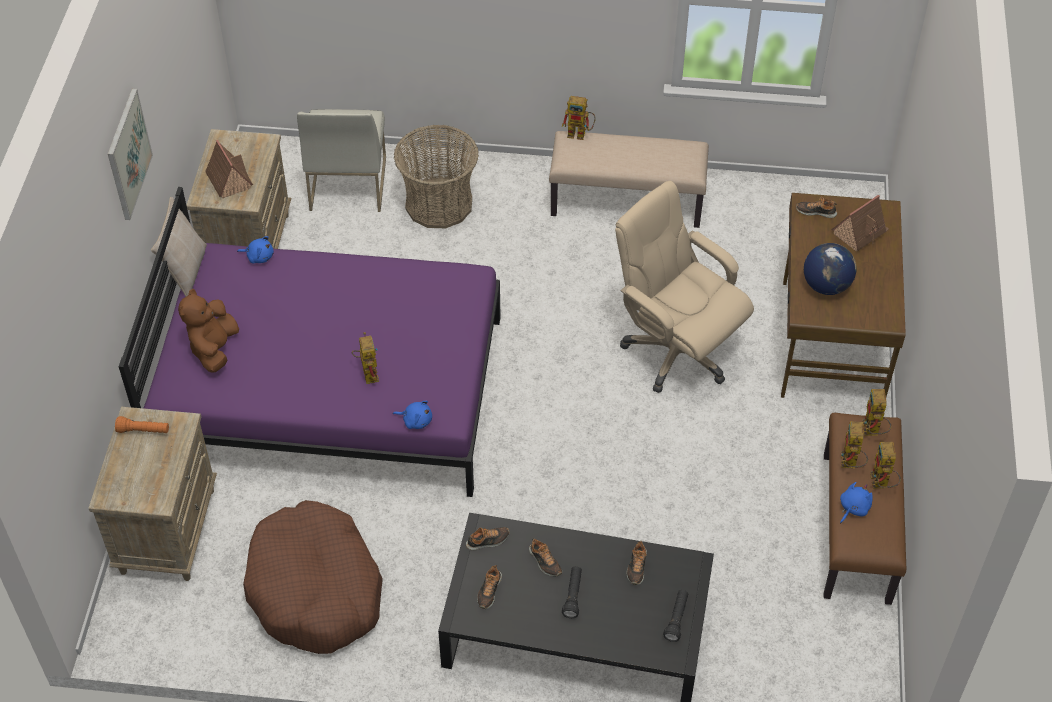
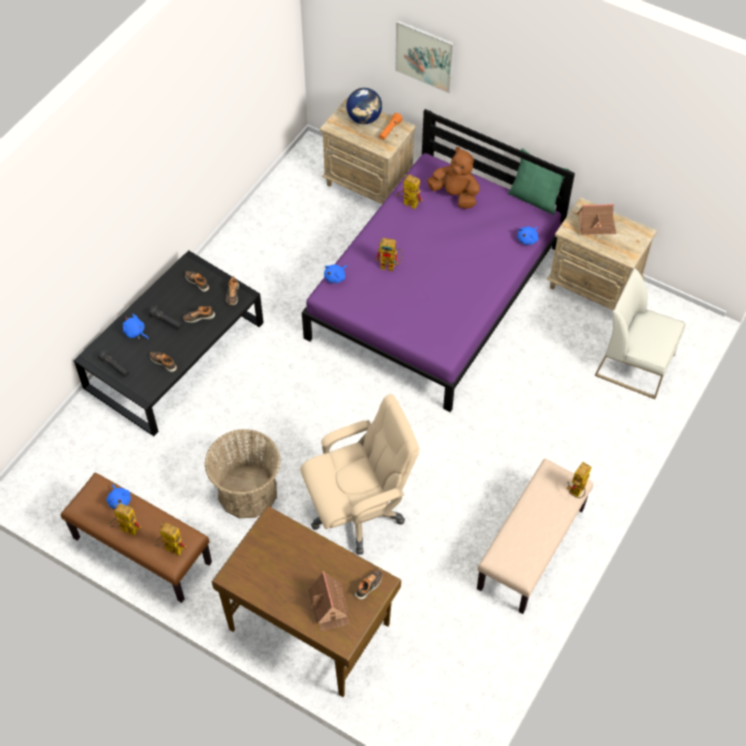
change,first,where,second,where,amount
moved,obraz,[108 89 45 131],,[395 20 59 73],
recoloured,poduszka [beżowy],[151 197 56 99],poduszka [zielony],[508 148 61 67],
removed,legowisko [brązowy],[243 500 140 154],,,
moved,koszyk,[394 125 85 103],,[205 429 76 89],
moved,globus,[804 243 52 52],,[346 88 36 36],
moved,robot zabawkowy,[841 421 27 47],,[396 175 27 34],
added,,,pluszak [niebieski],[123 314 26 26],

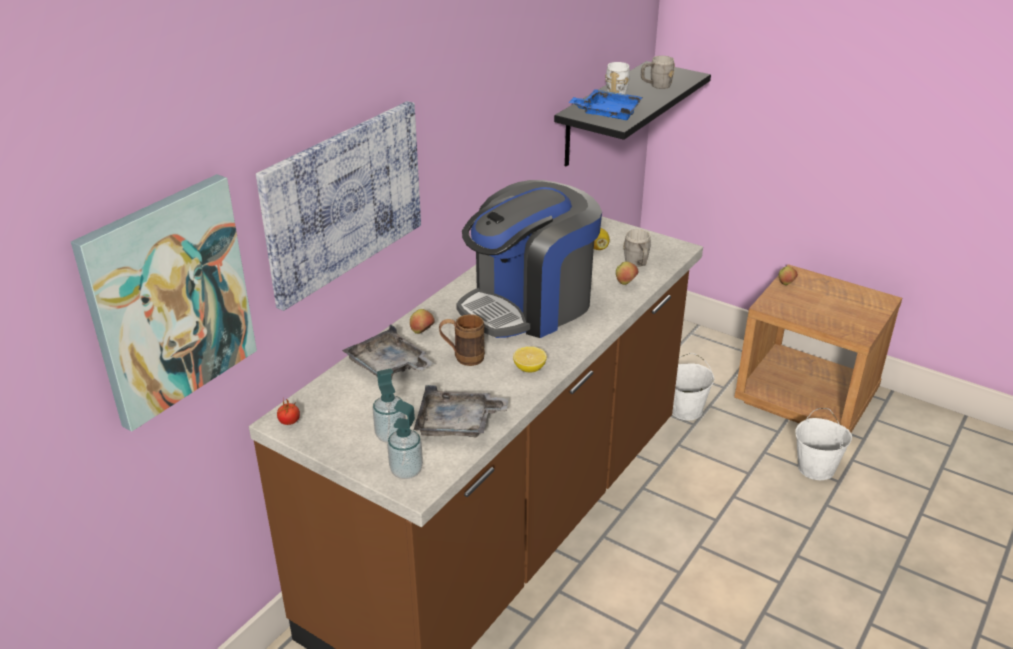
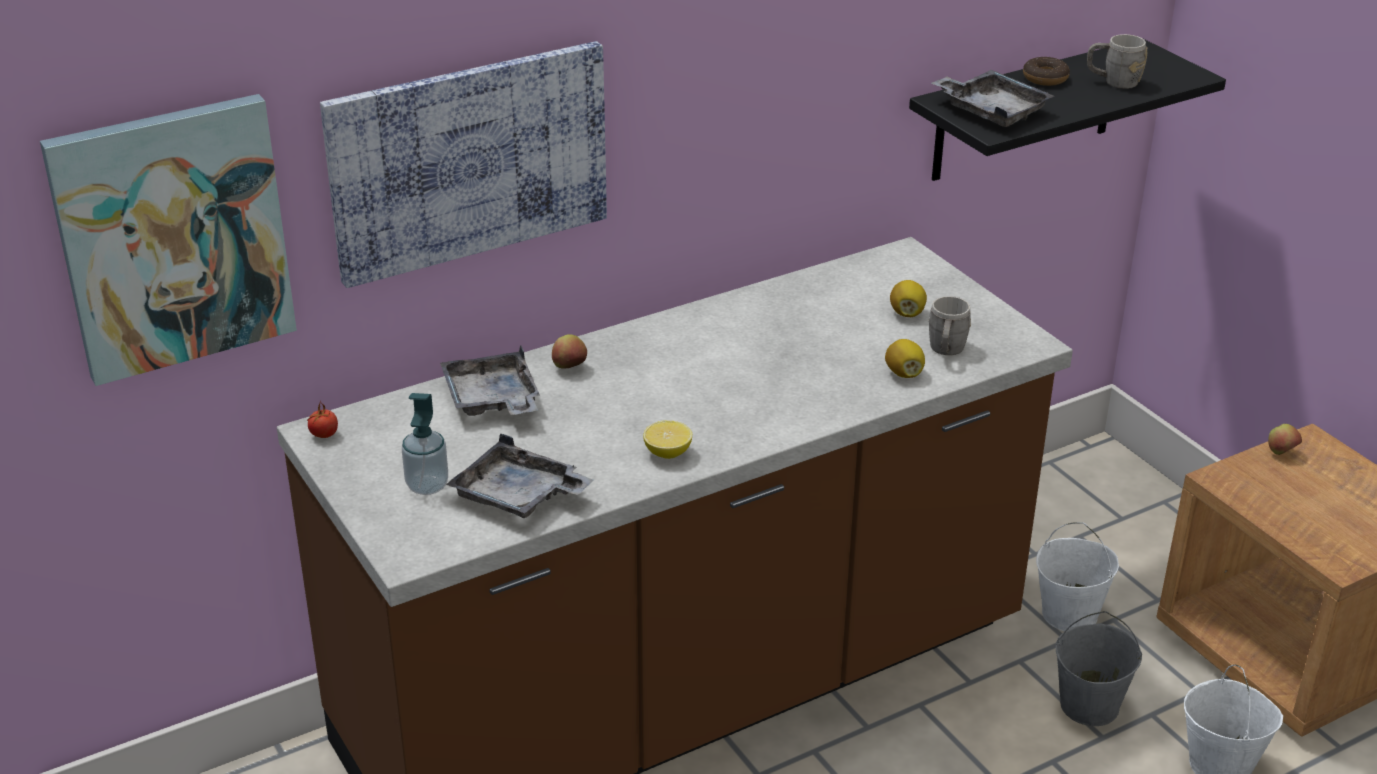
change,first,where,second,where,amount
removed,dozownik mydła,[387 400 36 79],,,
removed,kubek [brązowy],[439 314 46 52],,,
removed,ekspres do kawy,[456 180 146 158],,,
recoloured,taca [niebieski],[568 89 75 31],taca [szary],[932 70 122 57],
replaced,kubek [biały],[605 62 25 32],donut,[1023 57 47 29],
replaced,jabłko,[616 261 22 24],cytryna,[885 339 40 39],
added,,,wiadro [szary],[1056 611 86 115],

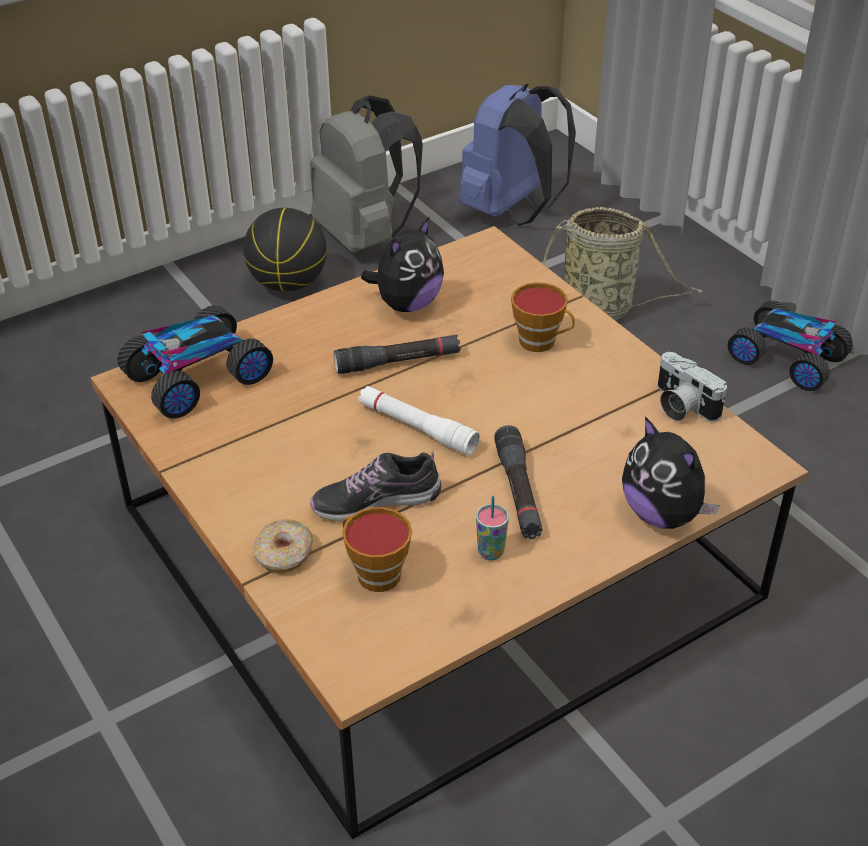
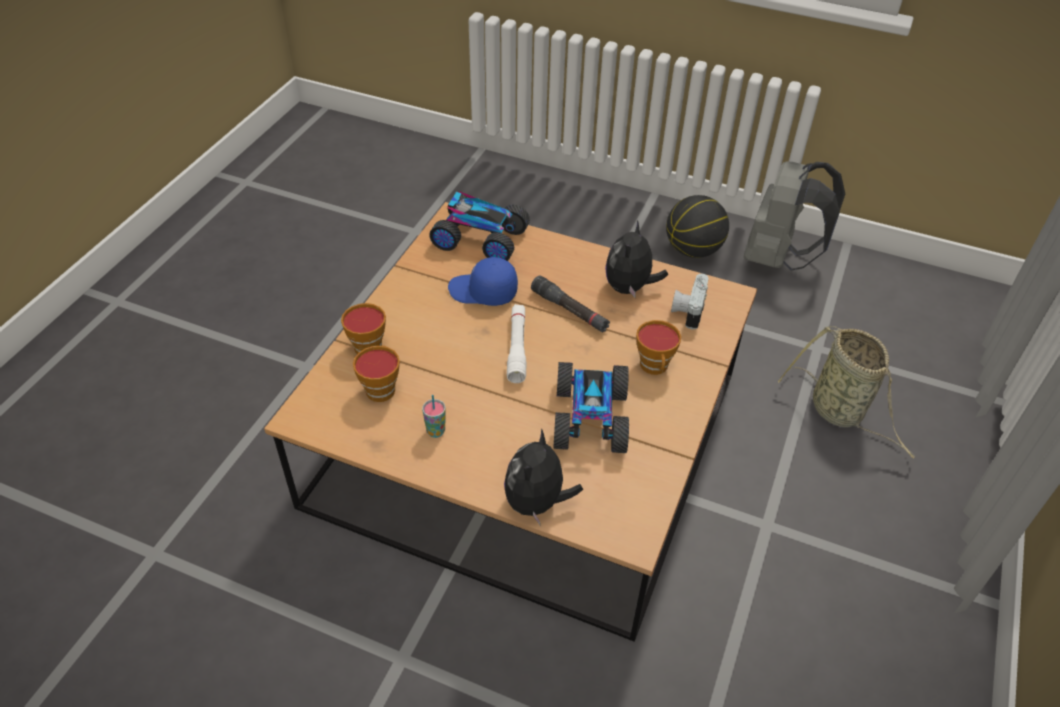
change,first,where,second,where,amount
replaced,donut,[252 519 61 54],filiżanka,[341 303 45 51],
removed,but,[310 451 131 71],,,
turned,pluszak,[361 217 83 95],,[605 220 63 77],105 degrees clockwise
removed,plecak [niebieski],[460 83 116 142],,,
removed,latarka [czarny],[494 425 49 114],,,
moved,aparat fotograficzny,[658 352 69 70],,[671 274 38 55],
moved,samochodzik,[728 301 125 90],,[553 362 76 91],
added,,,czapka z daszkiem [niebieski],[448 257 70 49],

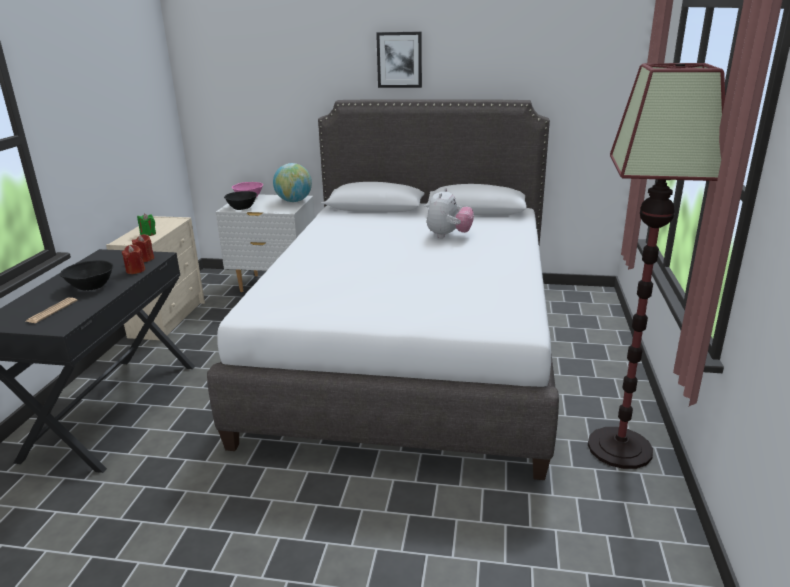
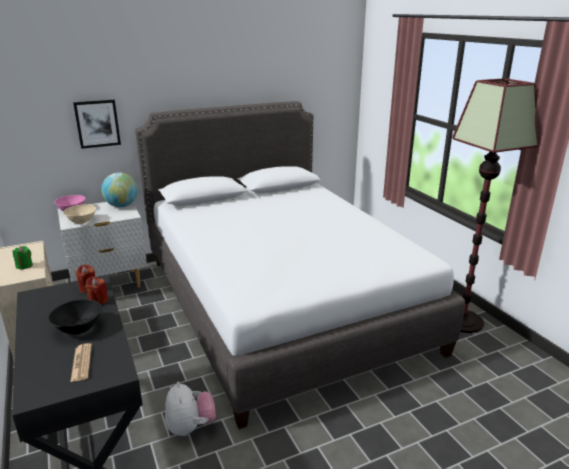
change,first,where,second,where,amount
recoloured,miska [czarny],[224 191 33 19],miska [beżowy],[63 204 33 20],
moved,obraz,[376 32 46 56],,[73 100 48 49],
moved,pluszak,[427 188 47 50],,[165 382 51 54],

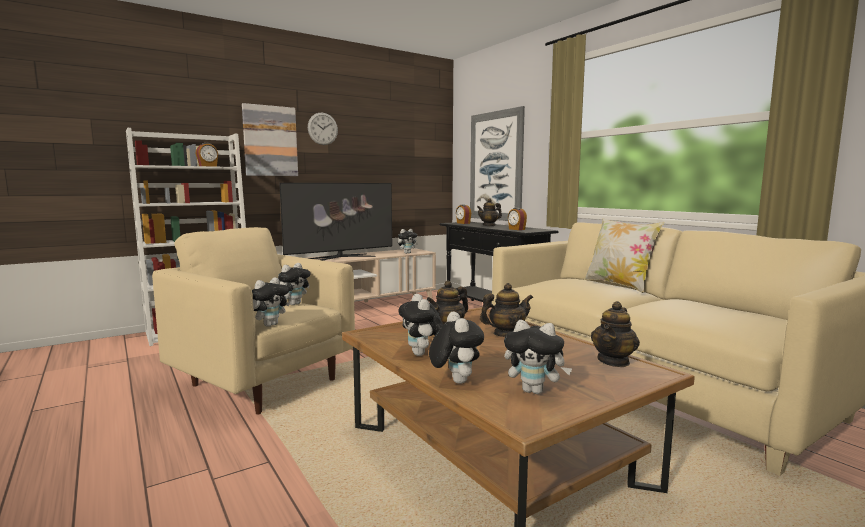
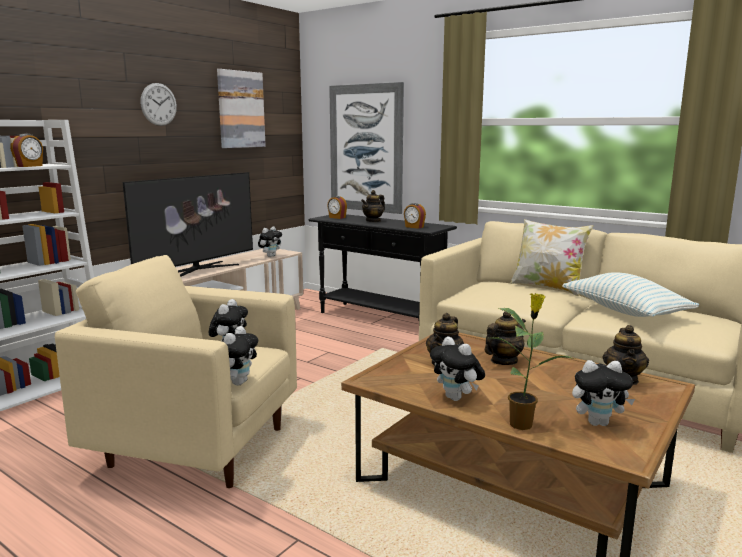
change,first,where,second,where,amount
moved,obraz,[242 103 56 73],,[217 69 49 79],
replaced,pluszak,[429 312 55 72],roślina doniczkowa,[490 293 85 137],
added,,,poduszka,[562 272 137 45],

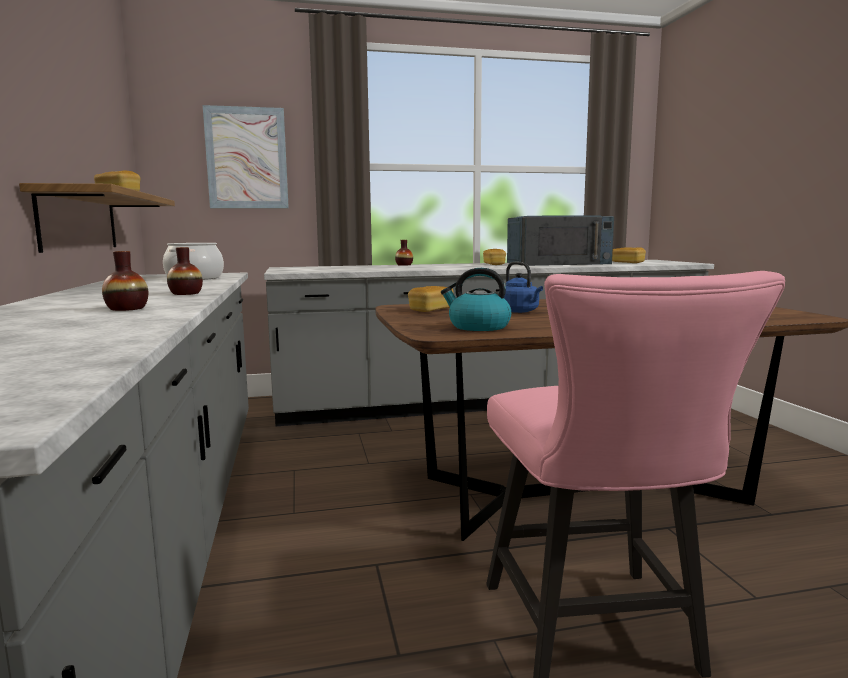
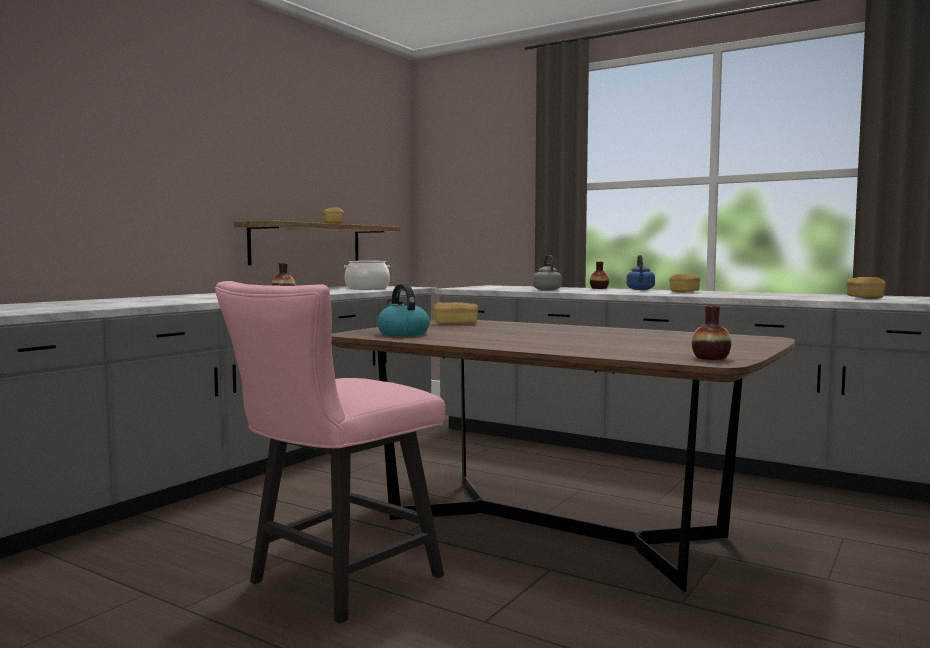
change,first,where,second,where,amount
moved,wazon,[102 251 46 60],,[692 305 39 55],
removed,obraz,[203 105 86 103],,,
moved,czajnik [niebieski],[504 262 39 51],,[627 255 28 35],
removed,mikrofalówka [niebieski],[507 215 107 51],,,
added,,,czajnik [szary],[533 255 29 36],

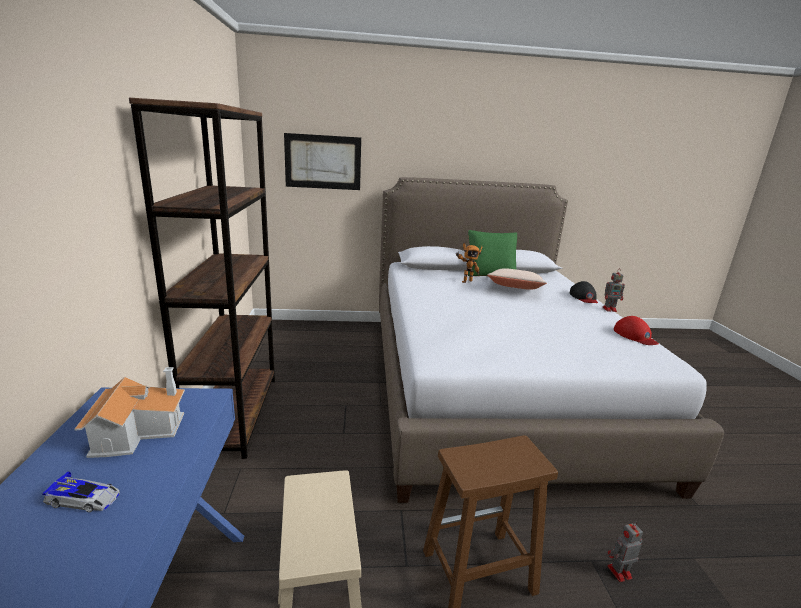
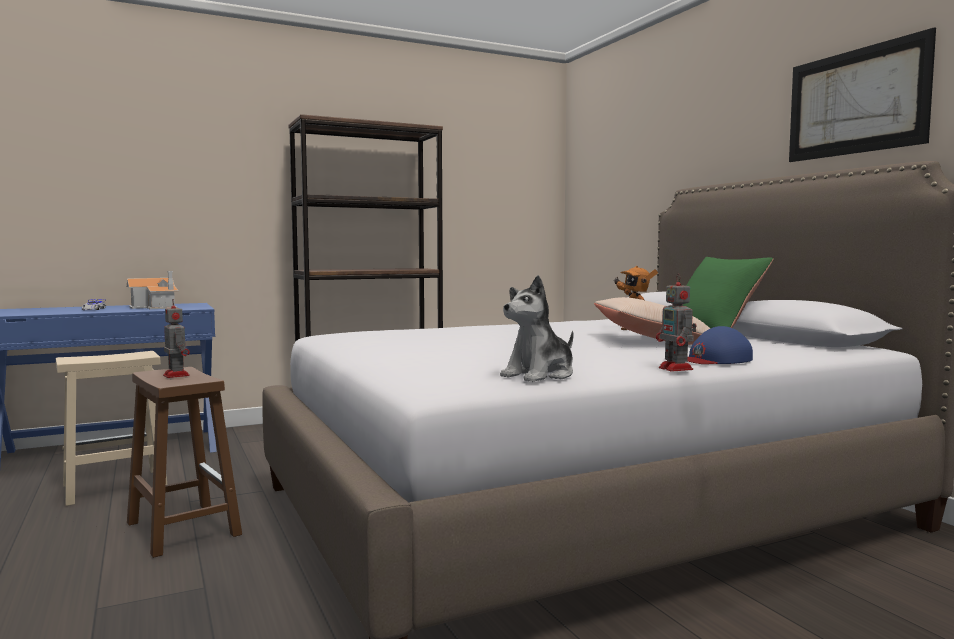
change,first,where,second,where,amount
moved,obraz,[284 133 77 57],,[789 27 147 135],
recoloured,czapka z daszkiem [czarny],[570 281 28 22],czapka z daszkiem [niebieski],[687 326 66 38],
moved,robot zabawkowy,[607 522 36 60],,[163 299 27 79],
replaced,czapka z daszkiem [czerwony],[614 316 45 29],pluszak,[500 275 73 107],

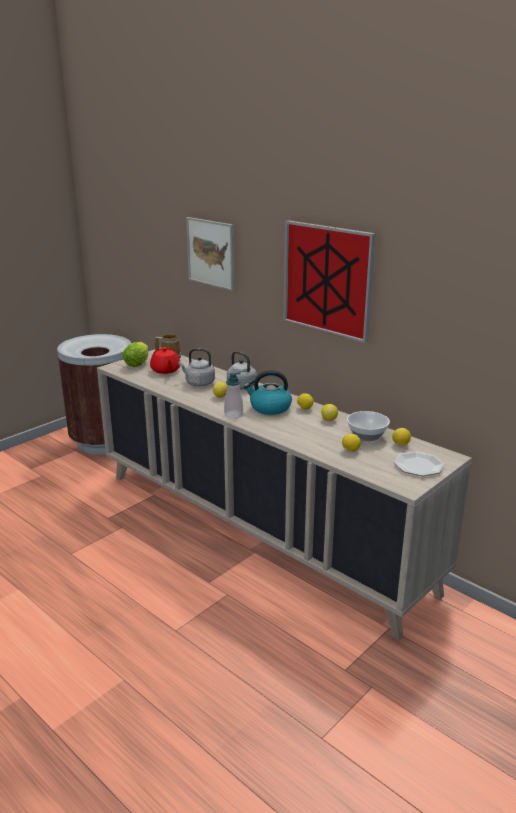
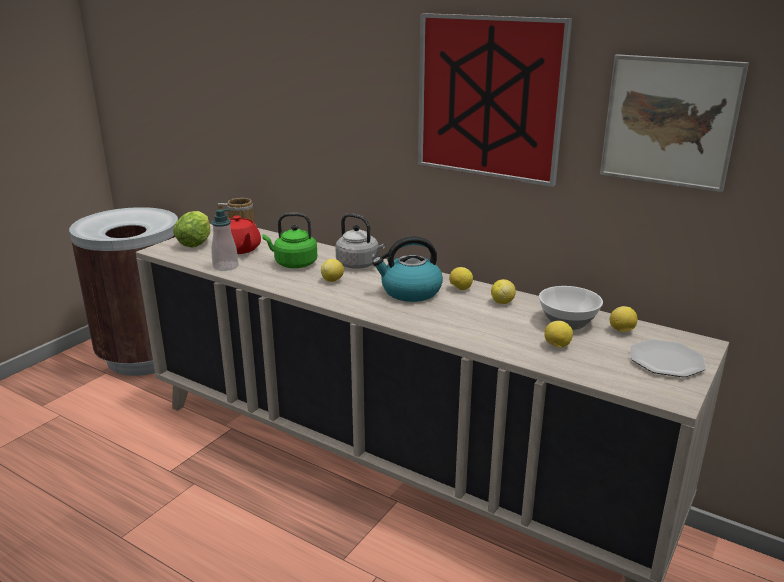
change,first,where,second,where,amount
recoloured,czajnik [szary],[179 348 36 38],czajnik [zielony],[262 213 55 55],
moved,obraz,[186 217 48 74],,[600 54 149 138],
moved,dozownik mydła,[224 372 19 47],,[211 209 27 62],

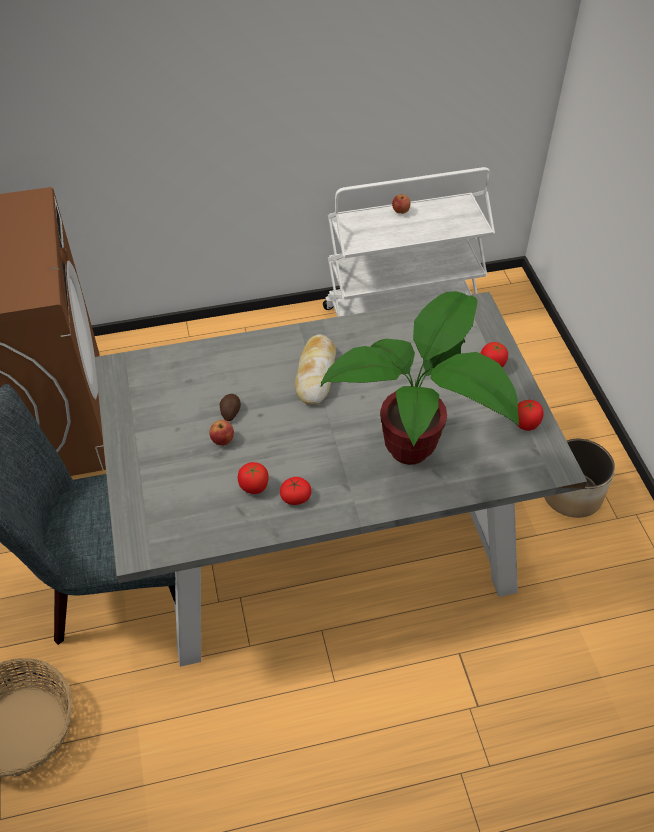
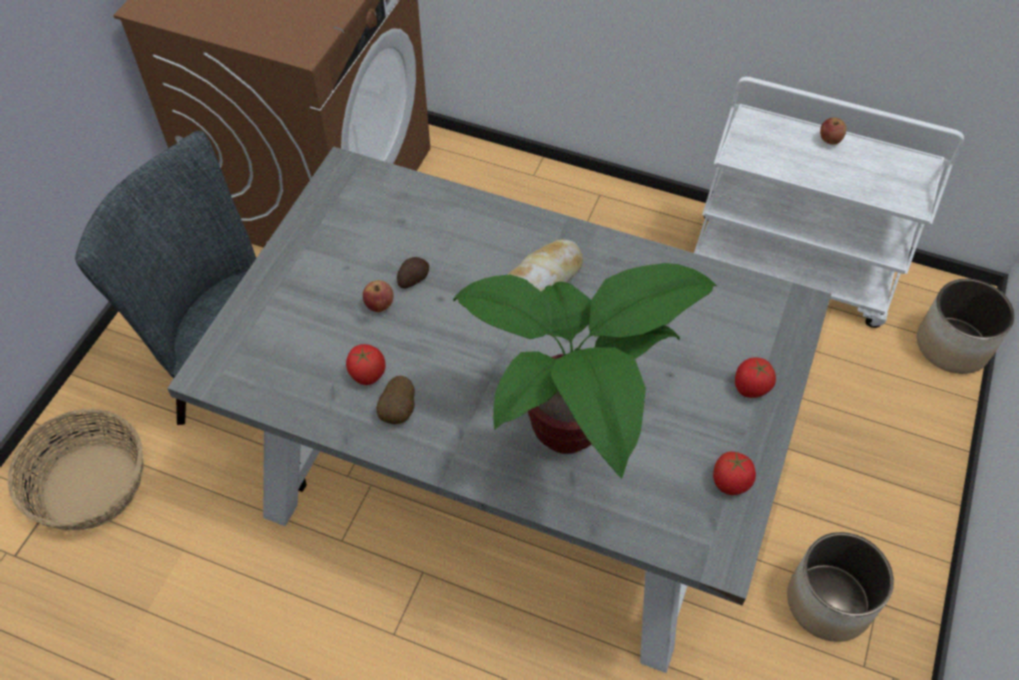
change,first,where,second,where,amount
replaced,pomidor,[280 477 31 28],ziemniak,[377 376 37 48],
added,,,donica,[917 279 98 95],

